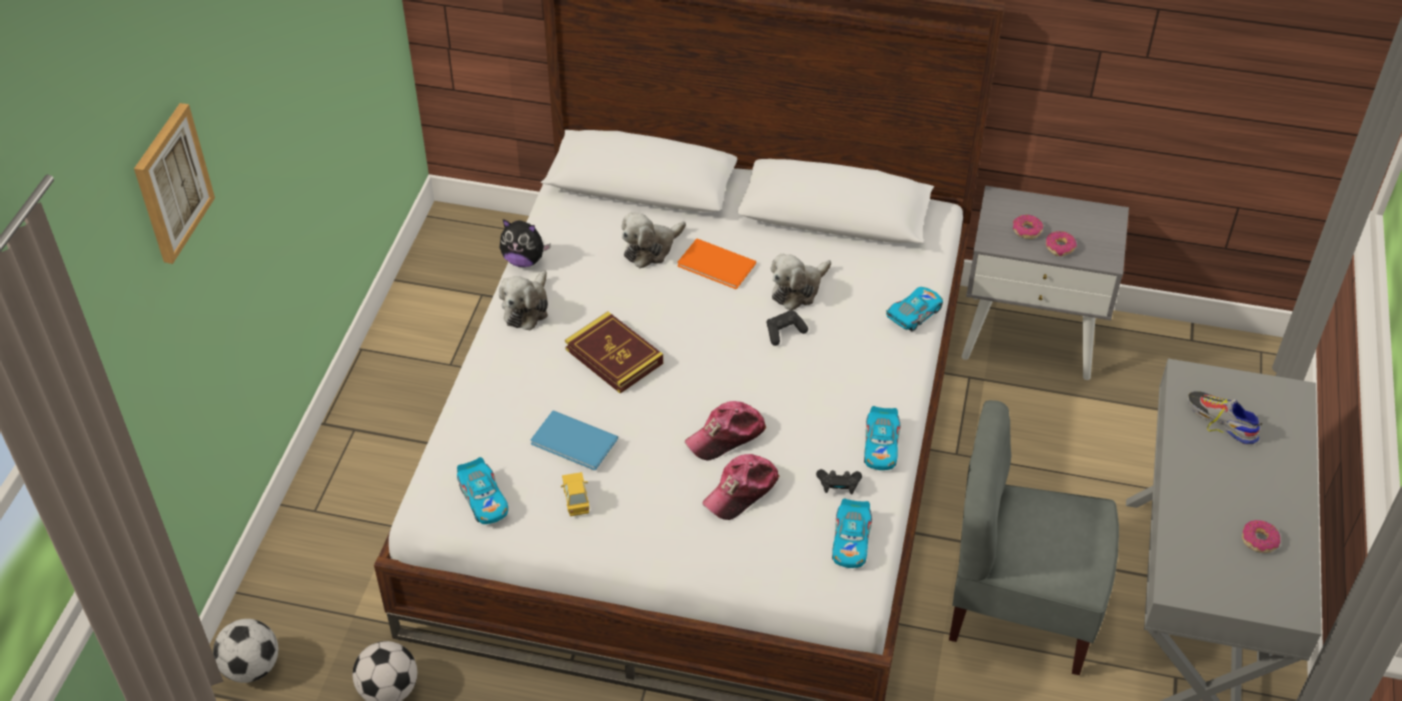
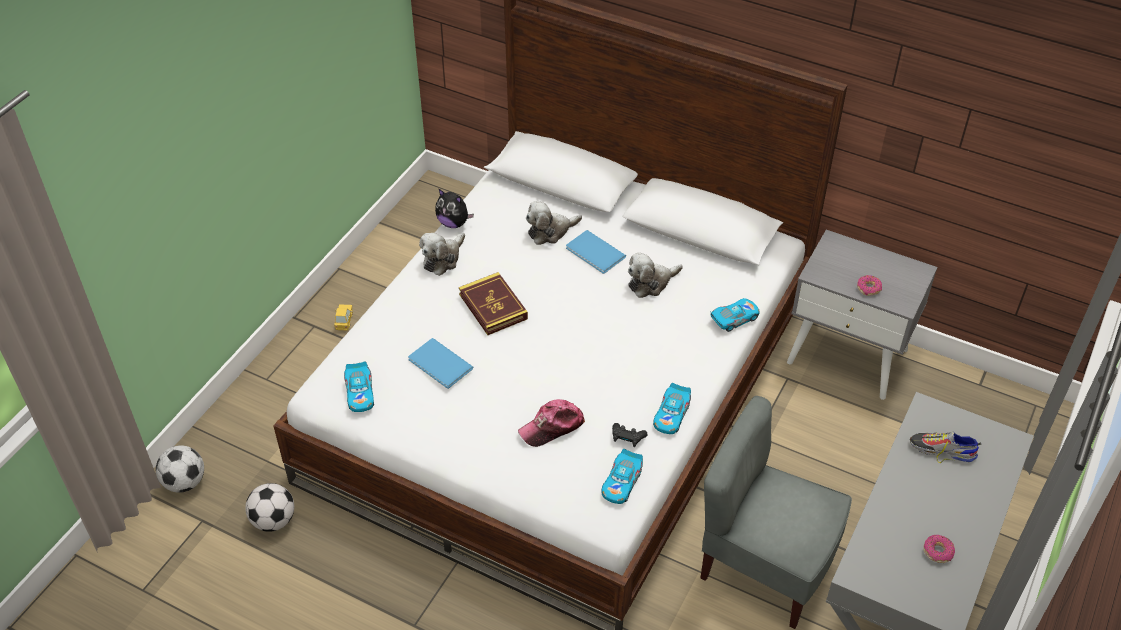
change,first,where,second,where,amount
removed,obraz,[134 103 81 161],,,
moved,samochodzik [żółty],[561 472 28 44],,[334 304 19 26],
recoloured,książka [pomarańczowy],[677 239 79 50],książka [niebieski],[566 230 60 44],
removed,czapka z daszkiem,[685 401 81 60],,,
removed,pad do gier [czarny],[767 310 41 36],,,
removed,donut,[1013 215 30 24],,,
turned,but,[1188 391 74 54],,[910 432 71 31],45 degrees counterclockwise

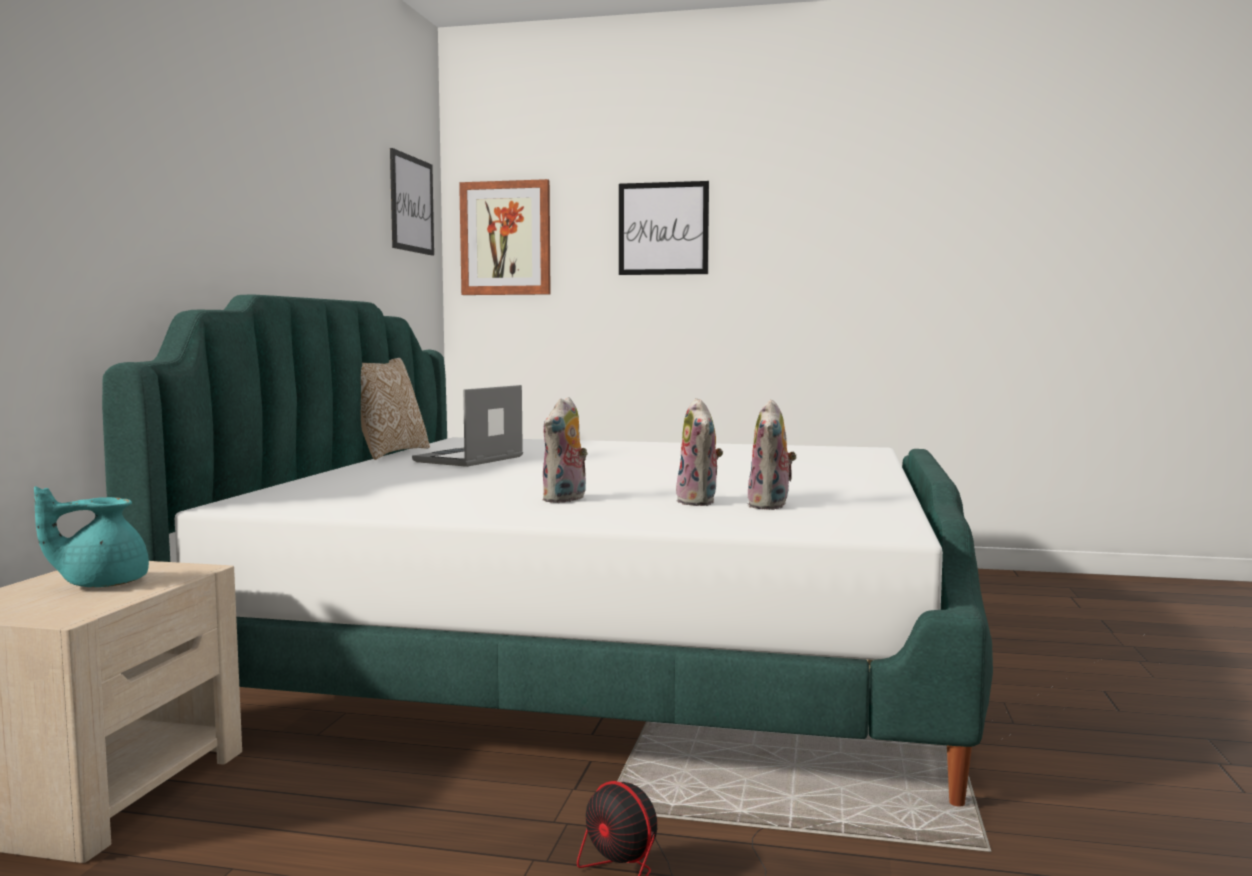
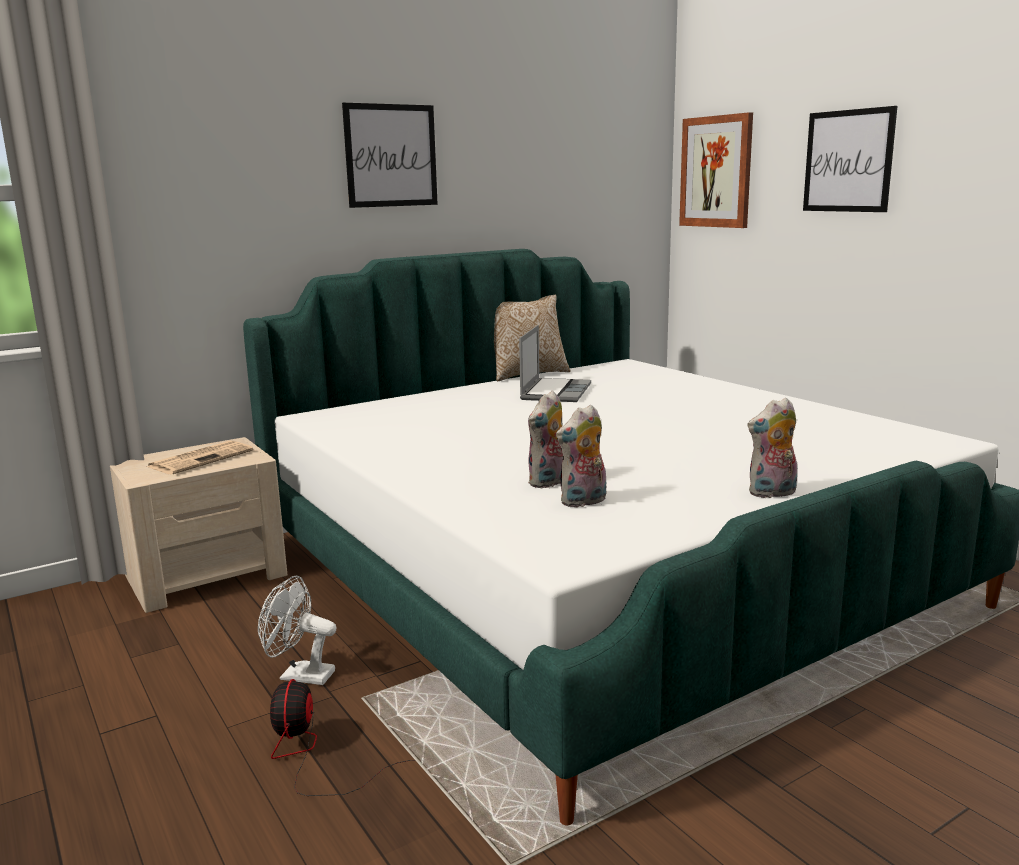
change,first,where,second,where,amount
replaced,imbryk [turkusowy],[34 486 115 101],gazeta,[147 441 106 33],
moved,obraz,[390 148 44 108],,[342 103 96 105],
turned,laptop,[412 385 111 82],,[519 325 72 77],120 degrees clockwise
moved,pluszak,[542 397 46 106],,[748 398 49 101],
added,,,wentylator [biały],[258 576 79 109],

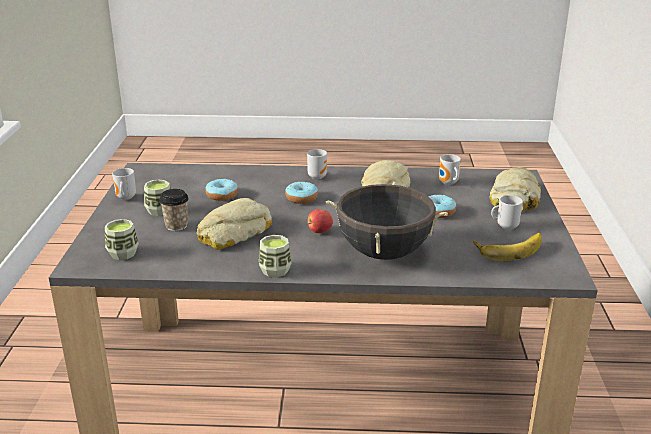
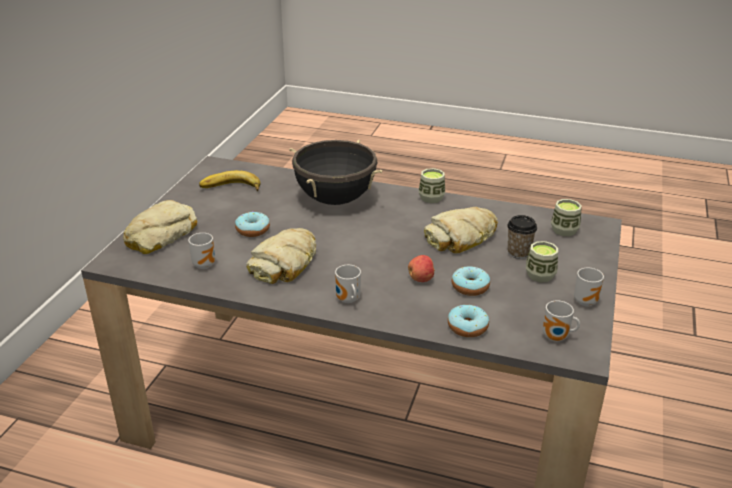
change,first,where,second,where,amount
moved,donut,[285 182 33 22],,[448 305 41 32],
moved,jabłko,[308 209 25 24],,[408 255 27 27],
moved,kubek,[491 195 32 35],,[543 300 37 42],

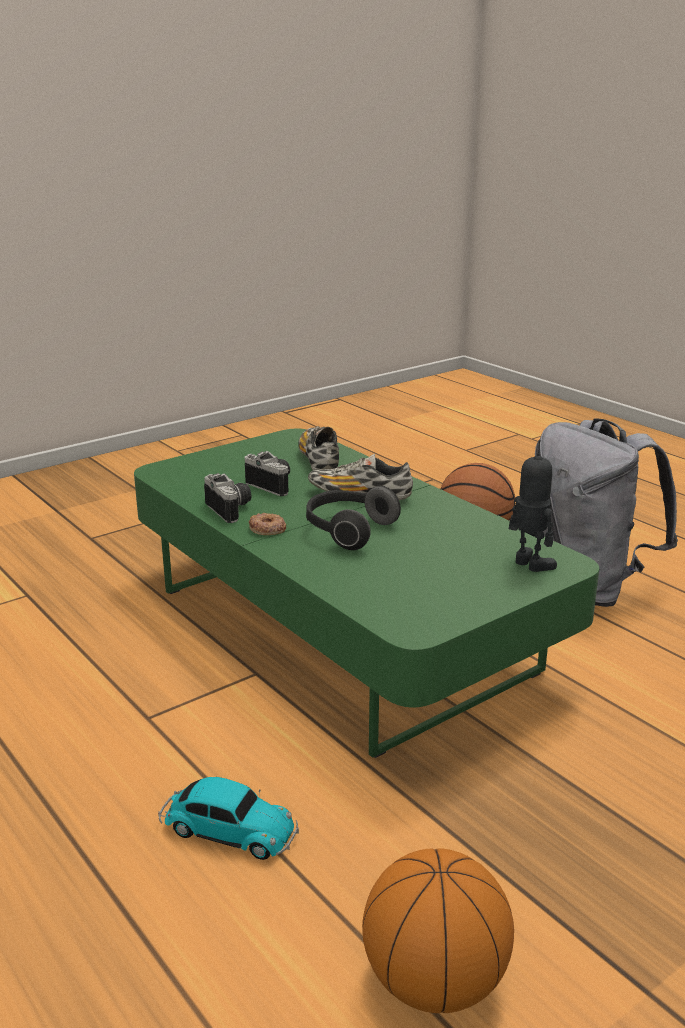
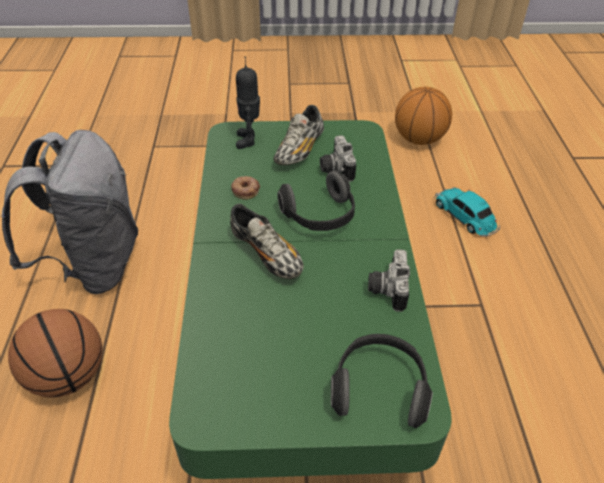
change,first,where,second,where,amount
moved,aparat fotograficzny,[245 451 45 45],,[320 135 36 47],
moved,donut,[249 513 37 22],,[231 176 29 24],
moved,but,[298 426 41 44],,[273 105 51 60],
added,,,słuchawki,[331 334 102 94],

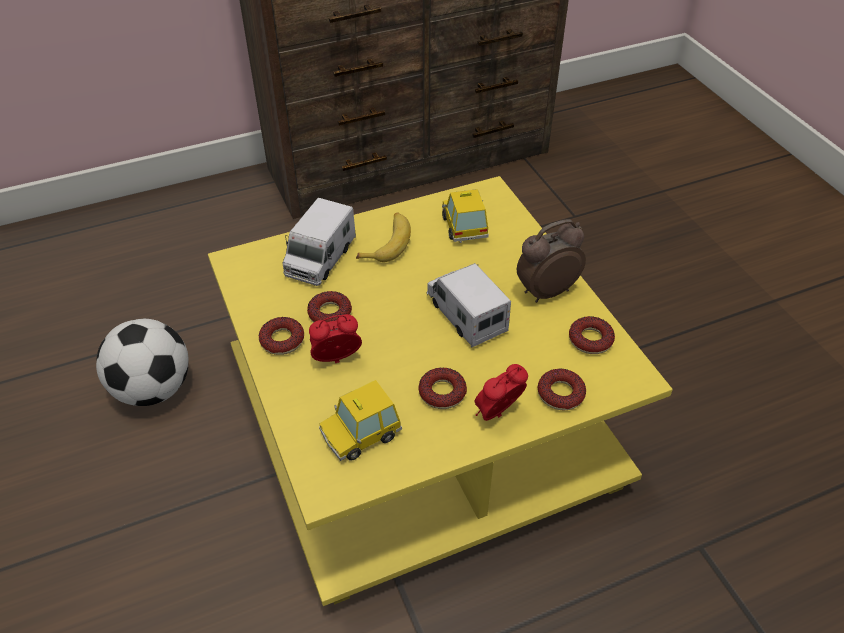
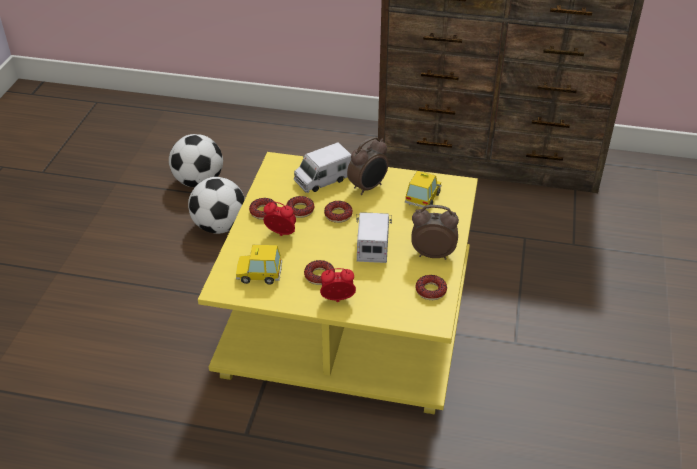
change,first,where,second,where,amount
replaced,banan,[356 213 55 49],budzik,[347 137 41 58],
moved,donut,[538 369 48 41],,[324 201 29 22],
added,,,piłka futbolowa,[169 134 54 53],

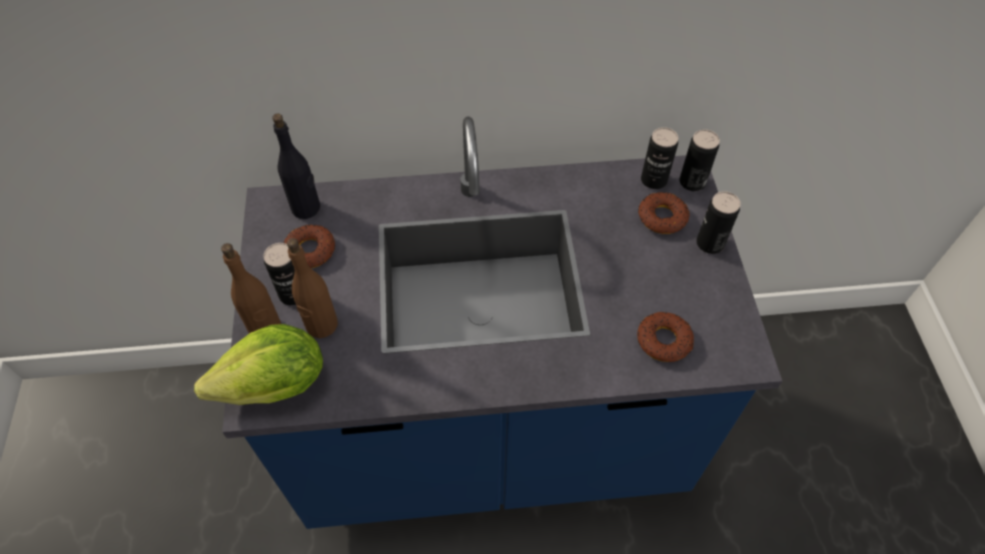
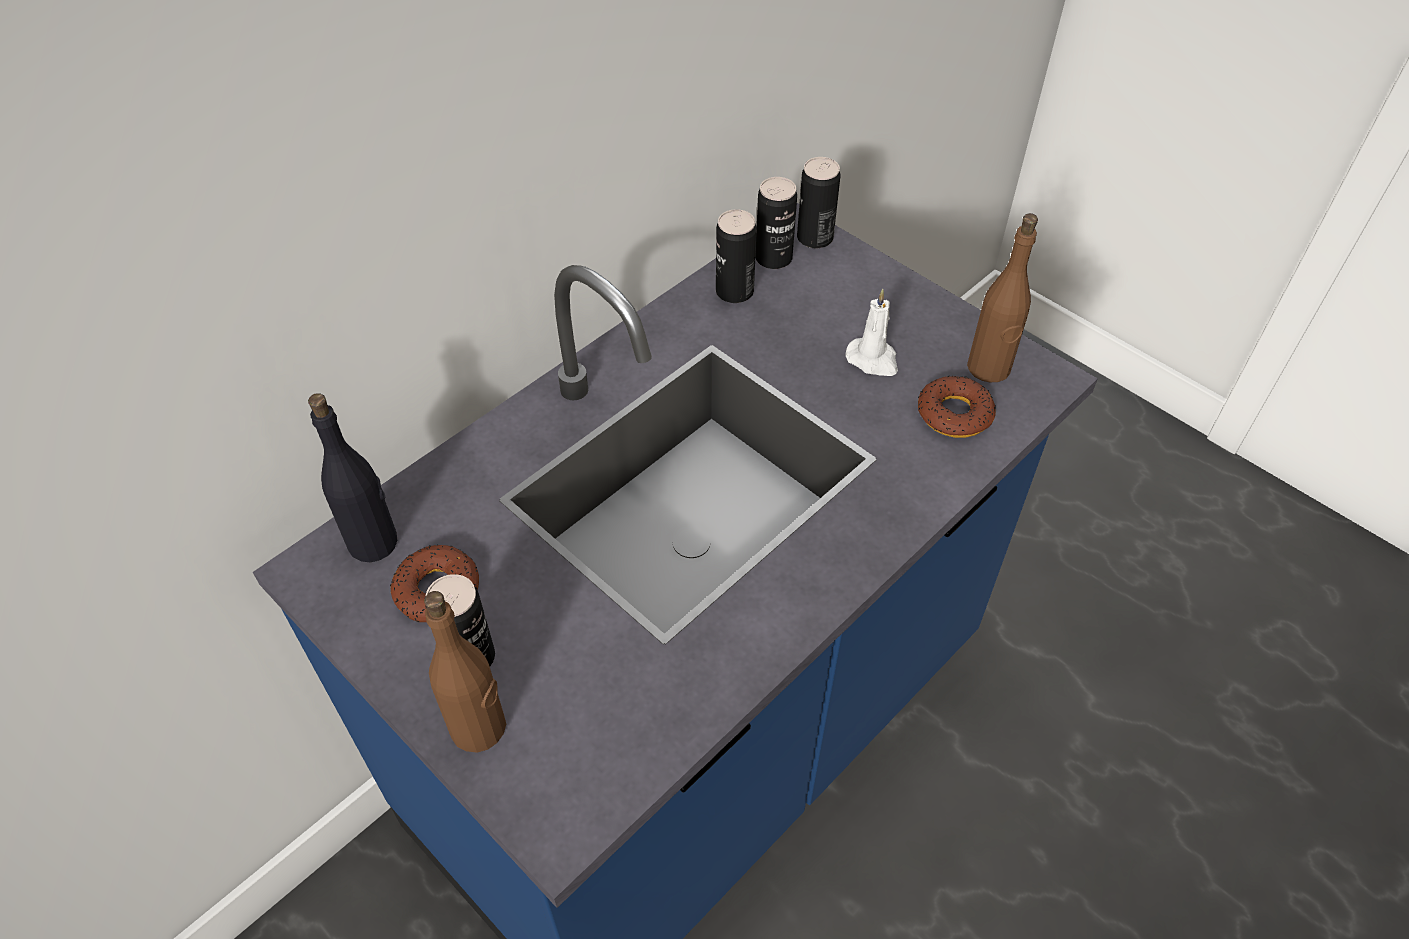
change,first,where,second,where,amount
removed,sałata,[194 324 129 81],,,
moved,butelka [brązowy],[287 238 51 100],,[967 213 71 169],
removed,donut,[638 192 52 42],,,
moved,puszka,[696 191 45 63],,[716 209 41 94],
added,,,świeca [biały],[846 289 52 87],

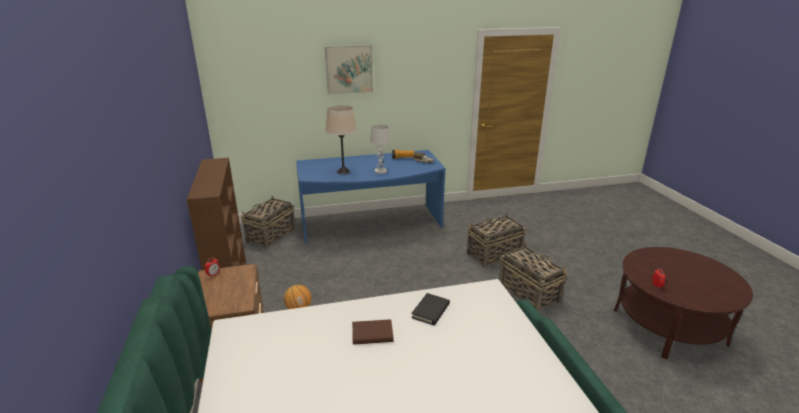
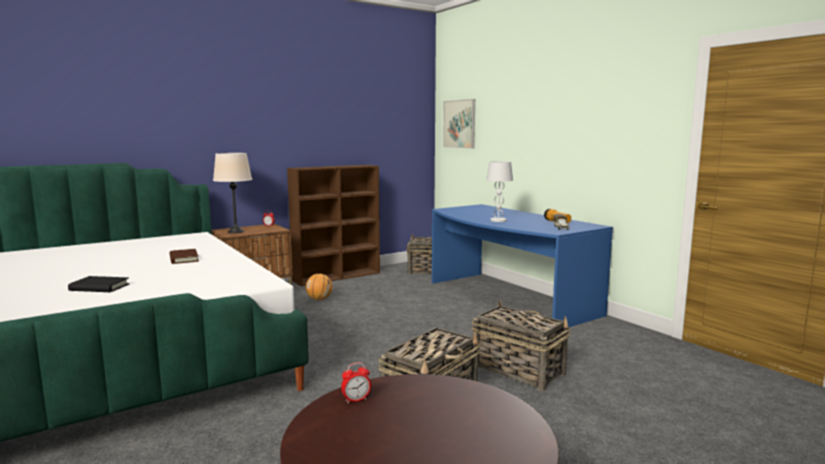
change,first,where,second,where,amount
moved,obraz,[325 45 48 50],,[443 99 32 50],
moved,lampa stołowa [beżowy],[325 105 32 69],,[213 153 39 80],
moved,książka [czarny],[411 293 39 33],,[68 276 61 16],

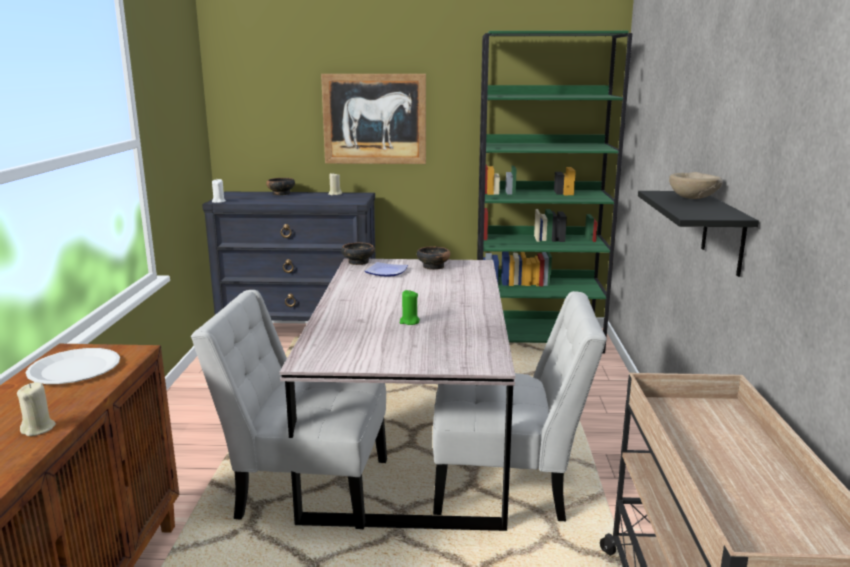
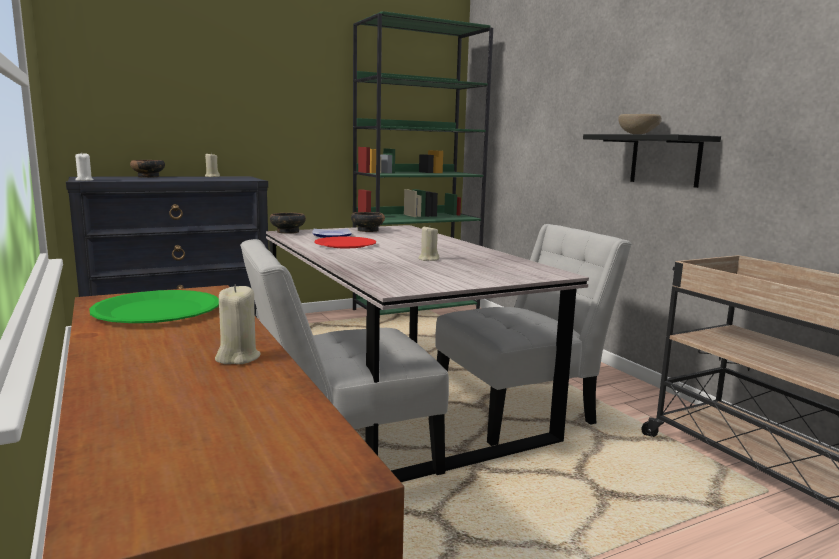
change,first,where,second,where,amount
recoloured,talerz [biały],[26 348 94 36],talerz [zielony],[89 290 130 33],
removed,obraz,[321 74 105 90],,,
recoloured,świeca [zielony],[400 290 20 35],świeca [beżowy],[418 225 22 36],
added,,,talerz [czerwony],[314 236 62 12],

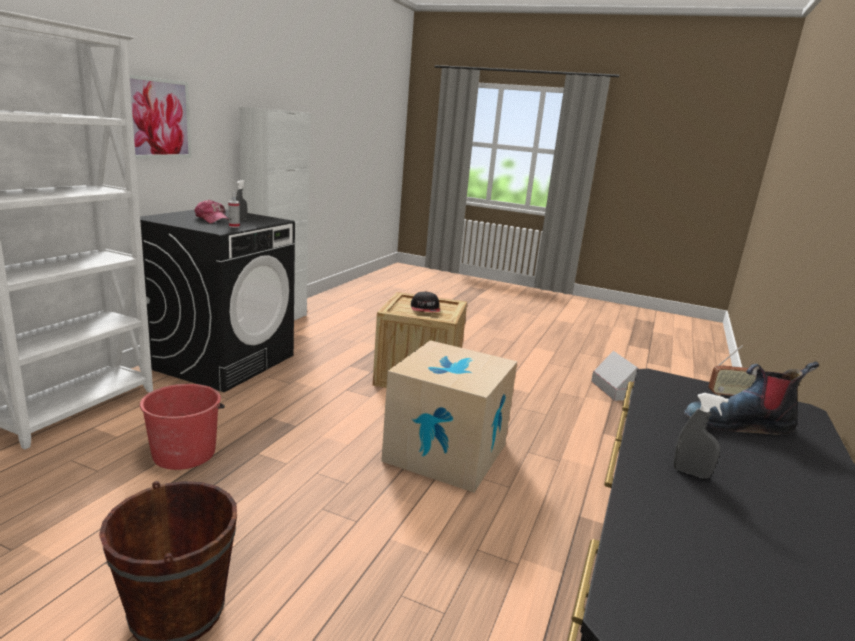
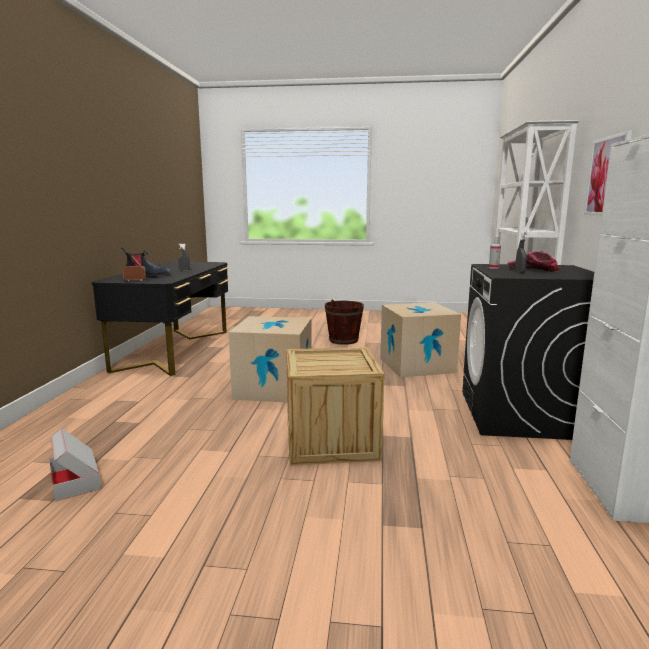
change,first,where,second,where,amount
replaced,wiadro [czerwony],[140 384 85 86],karton,[380 302 81 75],
removed,czapka z daszkiem,[411 291 29 21],,,

